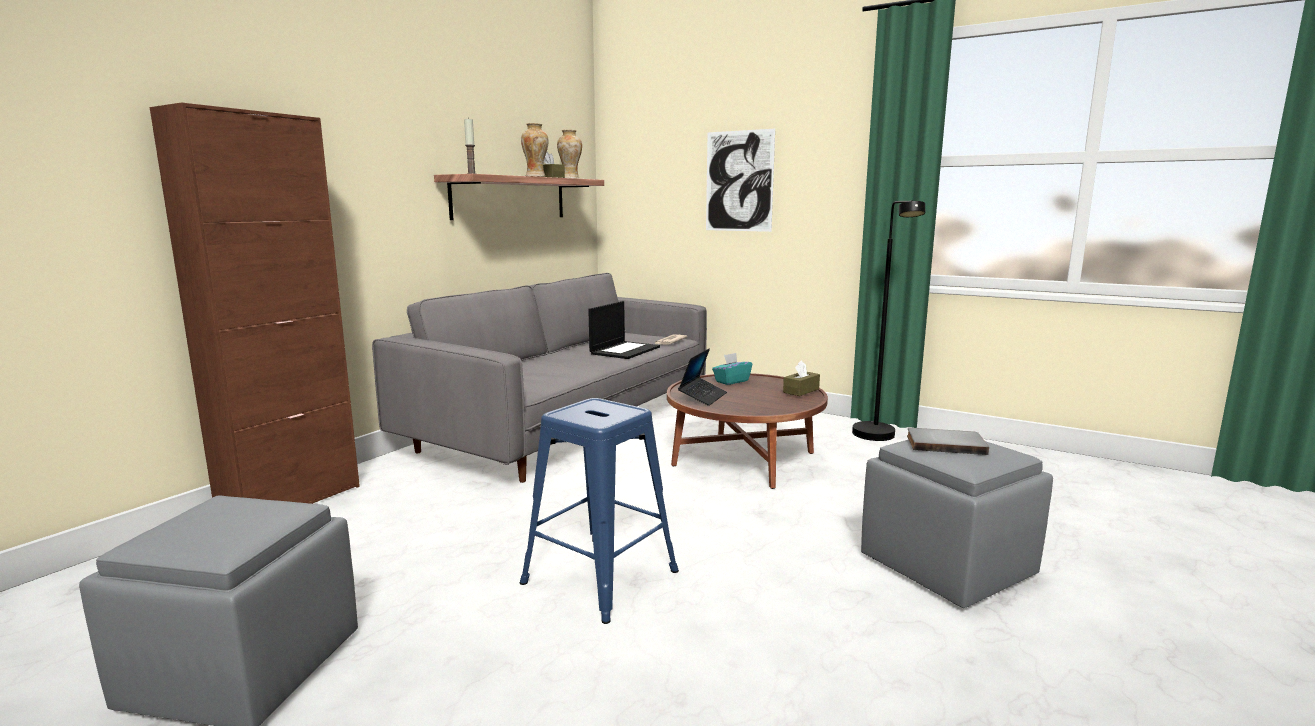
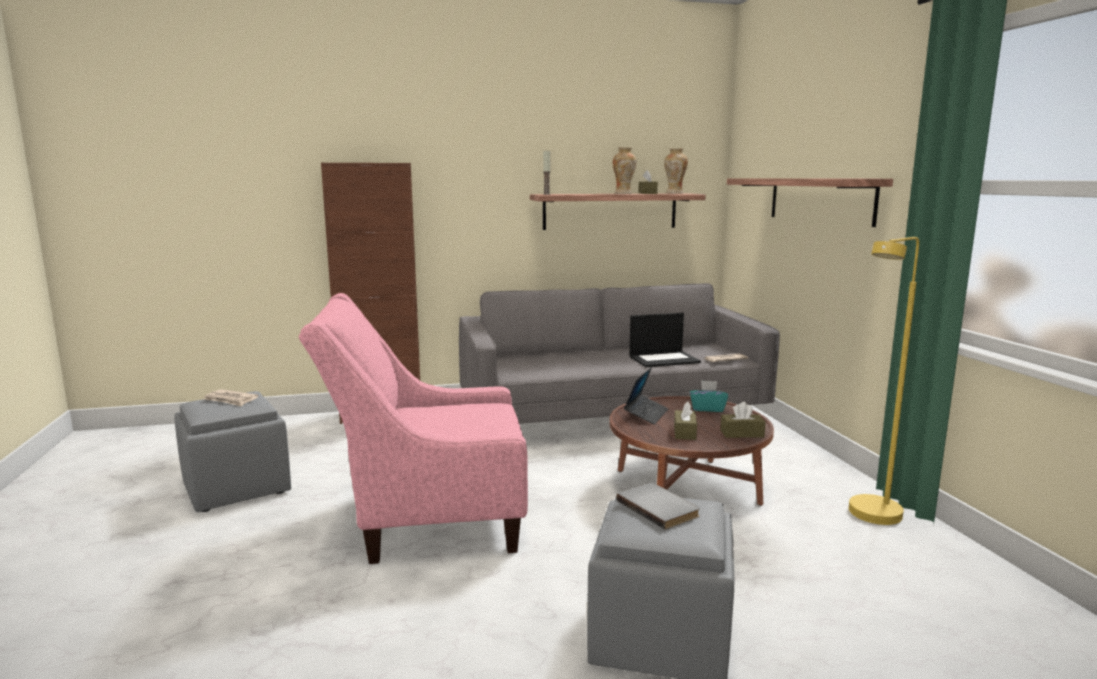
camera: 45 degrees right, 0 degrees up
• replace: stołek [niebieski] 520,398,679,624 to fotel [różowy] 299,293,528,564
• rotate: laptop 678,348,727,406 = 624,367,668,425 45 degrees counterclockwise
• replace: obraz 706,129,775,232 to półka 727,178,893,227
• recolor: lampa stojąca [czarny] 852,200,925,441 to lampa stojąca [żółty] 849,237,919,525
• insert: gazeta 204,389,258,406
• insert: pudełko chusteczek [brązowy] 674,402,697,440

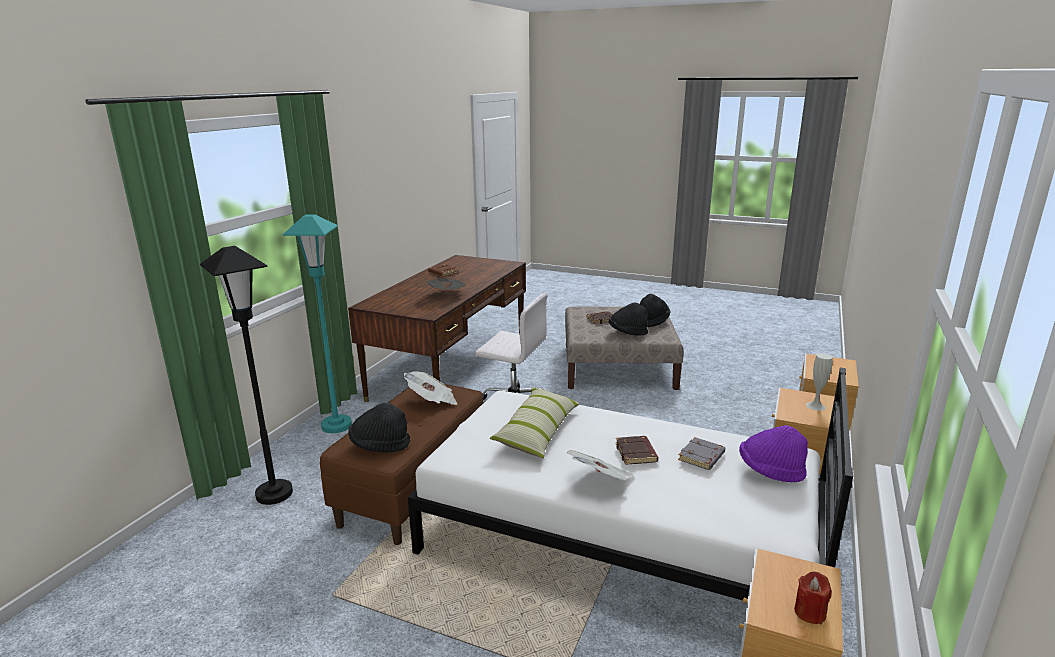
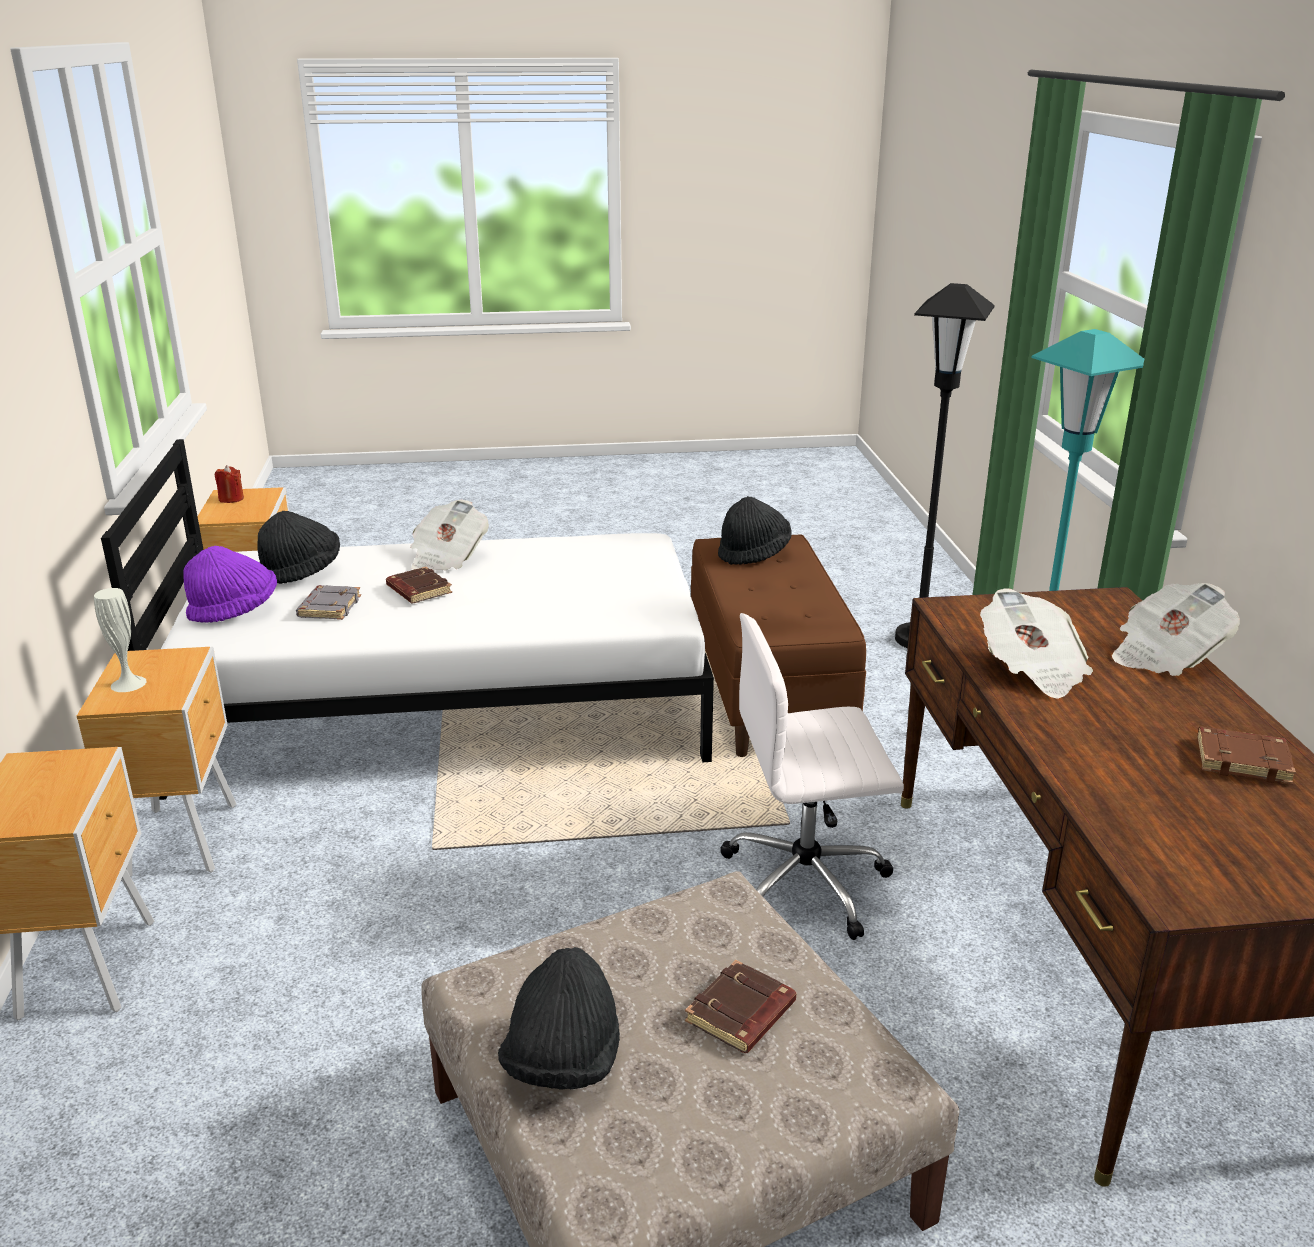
camera: 150 degrees right, 5 degrees up
• move: gazeta 403,371,457,405 to 1112,583,1240,676
• delete: poduszka 490,387,580,458
• move: kapelusz [czarny] 609,302,648,336 to 257,511,340,584

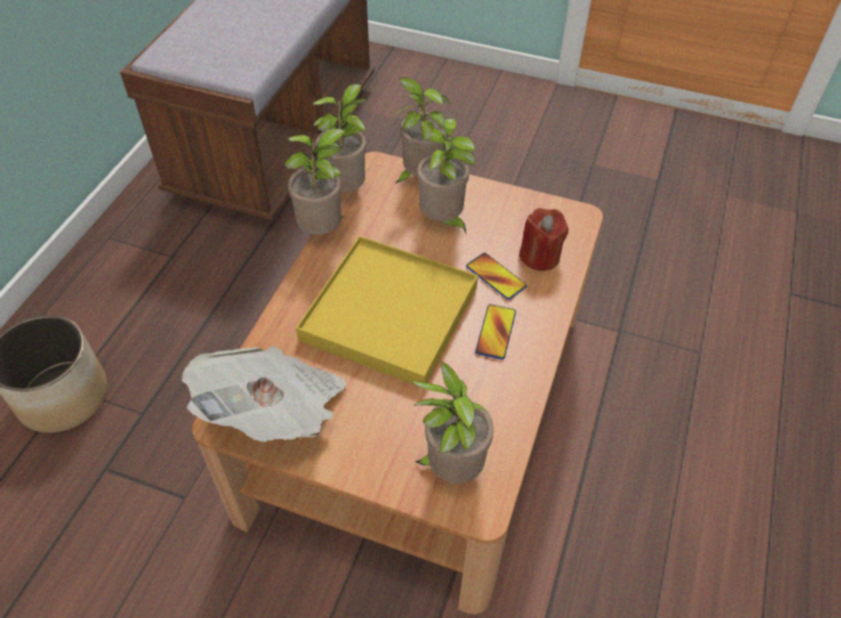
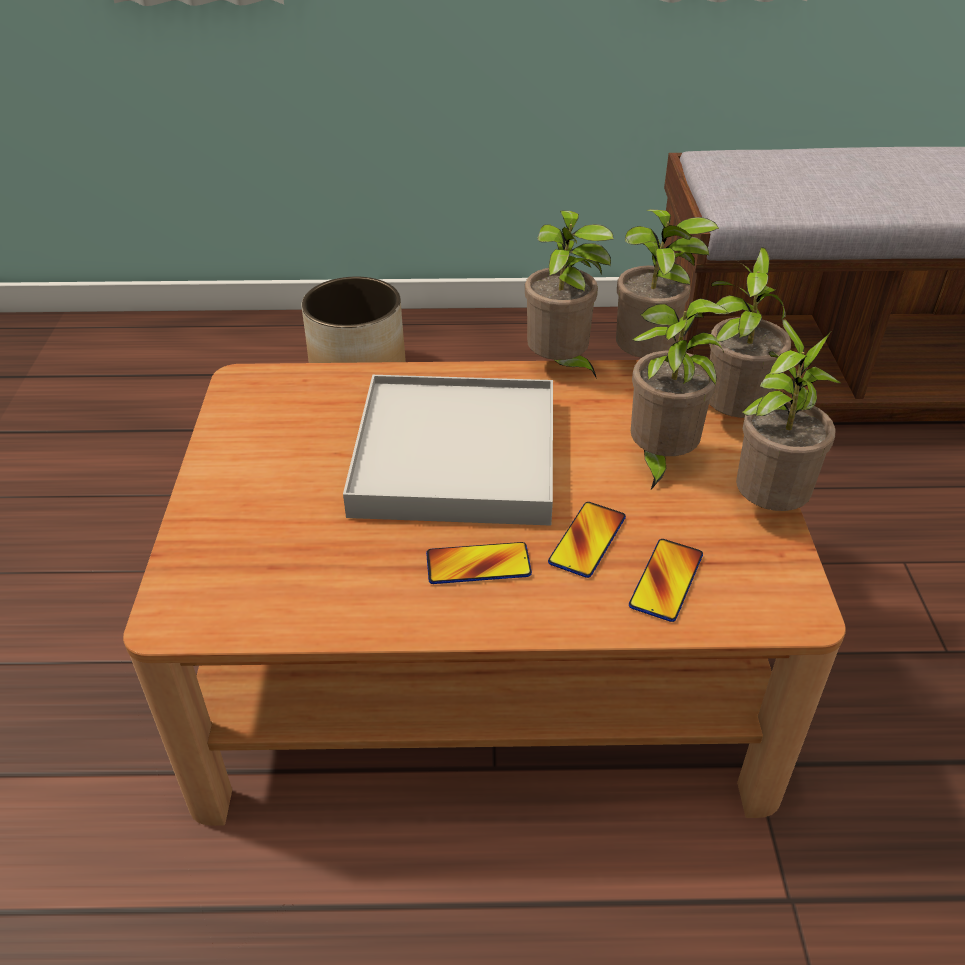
camera: 70 degrees right, 10 degrees down
• delete: gazeta 182,346,346,442
• recolor: taca [żółty] 296,236,478,386 to taca [biały] 343,375,553,525
• move: roślina doniczkowa 411,361,494,484 to 736,319,842,511
• replace: świeca [czerwony] 519,208,568,271 to telefon 629,539,703,622

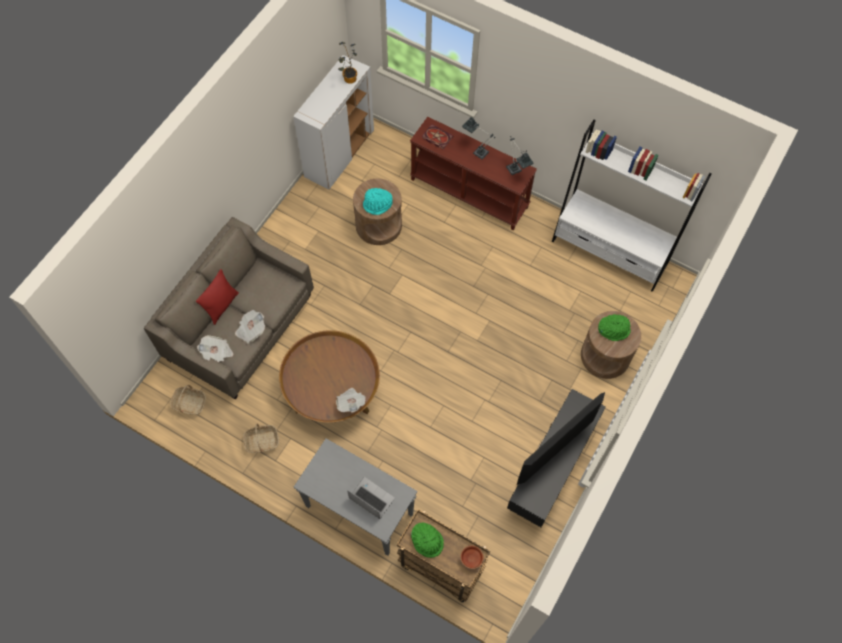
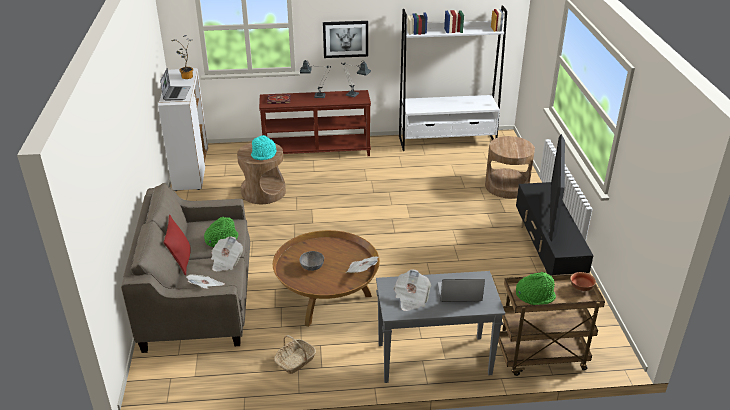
camera: 35 degrees left, 30 degrees down
• delete: koszyk 170,385,206,415
• move: kapelusz [zielony] 598,314,631,341 to 204,217,238,247
• insert: laptop 160,68,191,100
• insert: miska [szary] 299,251,324,271
• insert: obraz 323,21,368,58
• insert: gazeta 394,269,431,311

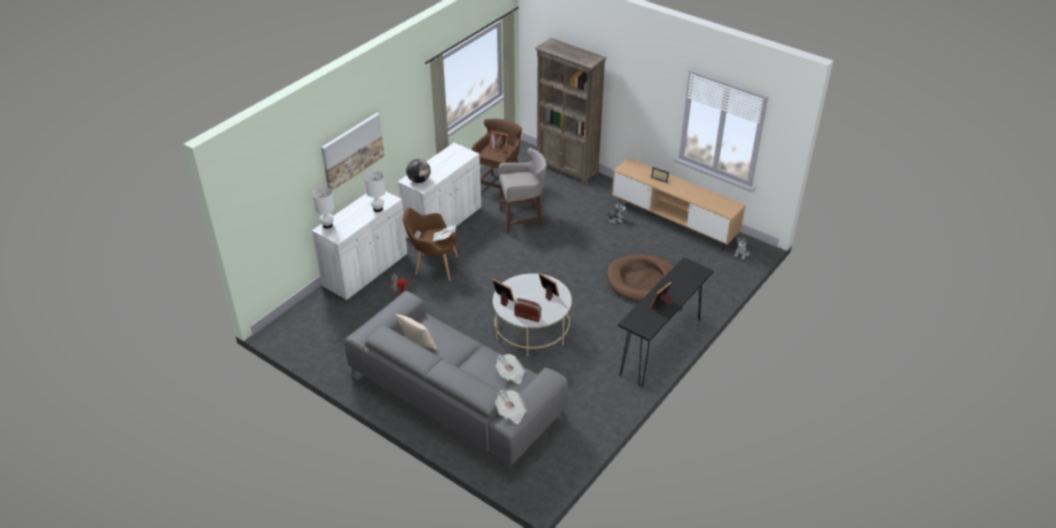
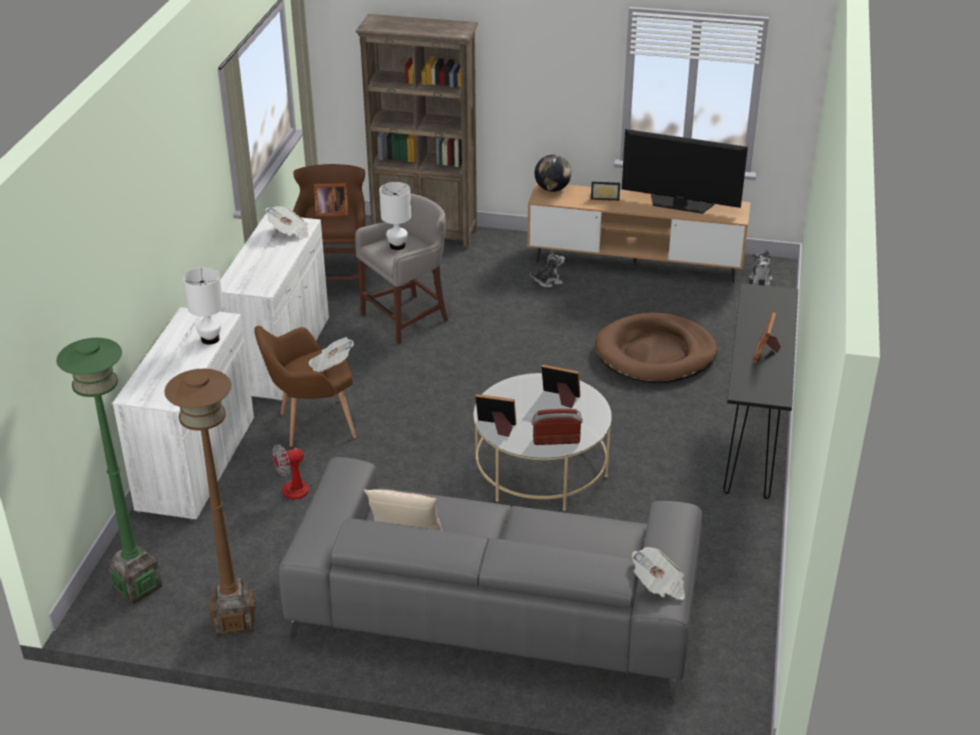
camera: 25 degrees left, 5 degrees down
• move: lampa stołowa [biały] 312,187,335,229 to 379,182,411,250
• delete: obraz 321,113,384,191
• move: globus 406,159,430,183 to 535,155,571,192
• move: gazeta 496,354,525,384 to 265,206,308,238
• insert: lampa stojąca [zielony] 56,338,162,604
• insert: lampa stojąca [brązowy] 164,369,255,637
• insert: telewizor 622,129,748,214

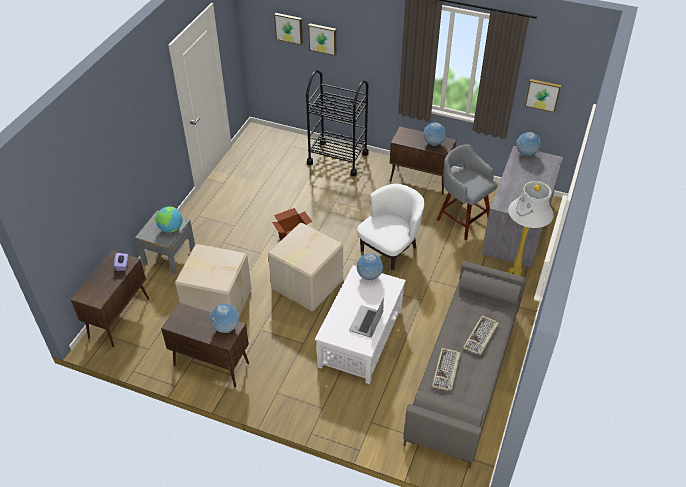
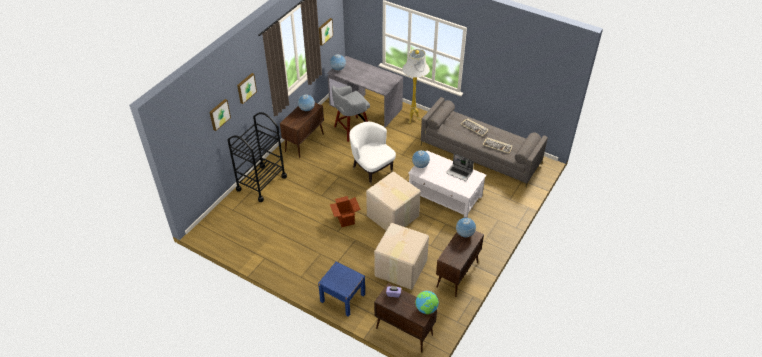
camera: 80 degrees left, 0 degrees up
• recolor: szafka nocna [szary] 135,210,195,274 to szafka nocna [niebieski] 318,261,365,317
• move: globus 156,206,182,233 to 415,291,439,314
• move: obraz 274,13,303,45 to 237,73,257,104

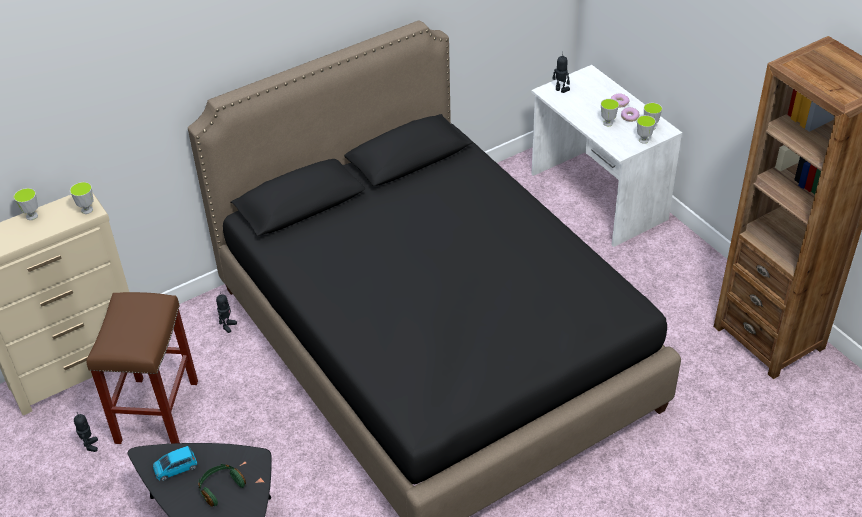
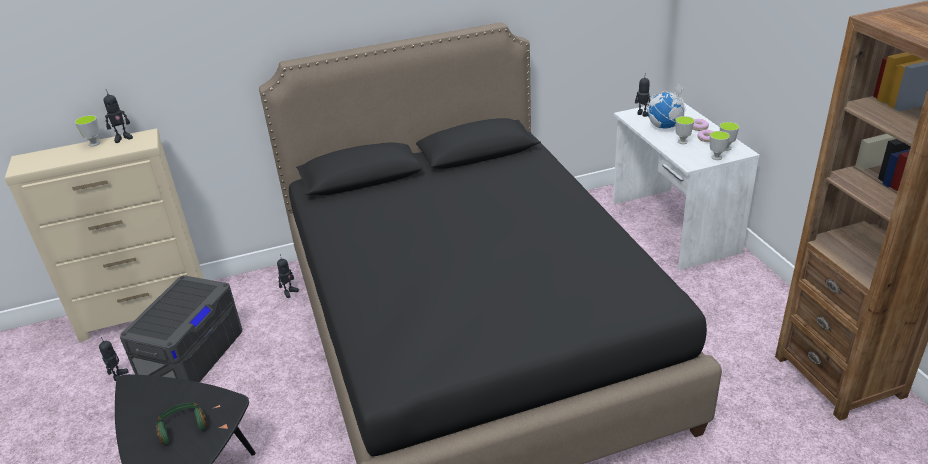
camera: 15 degrees right, 10 degrees down
• delete: filiżanka 70,182,94,214
• replace: stołek [brązowy] 86,292,198,444 to pojemnik do przechowywania [szary] 120,275,242,382
• delete: samochodzik [niebieski] 153,446,197,481
• insert: robot zabawkowy 104,89,133,143
• insert: globus 648,83,686,128

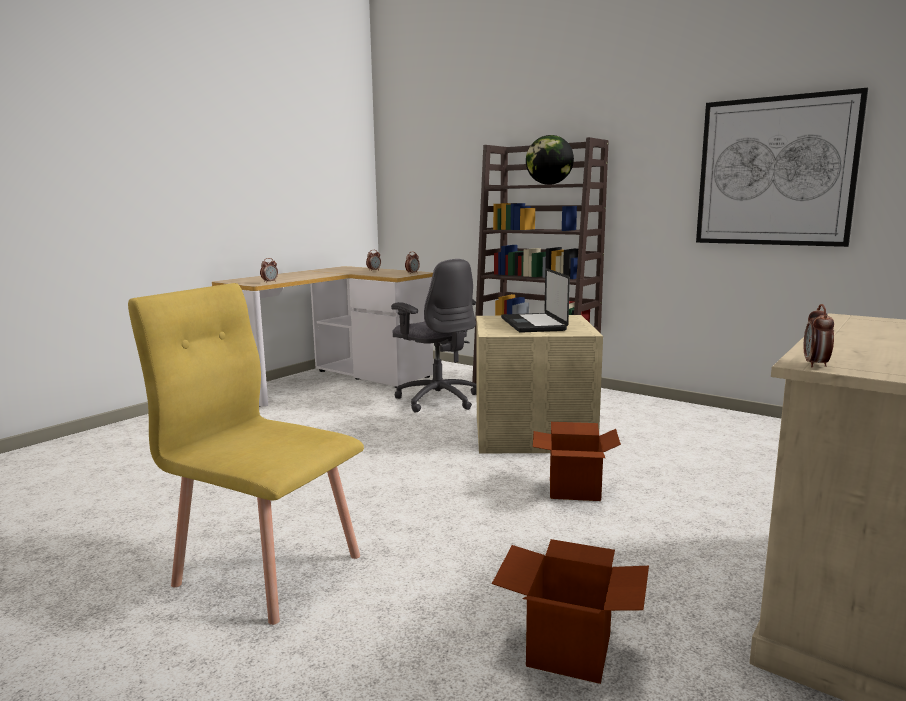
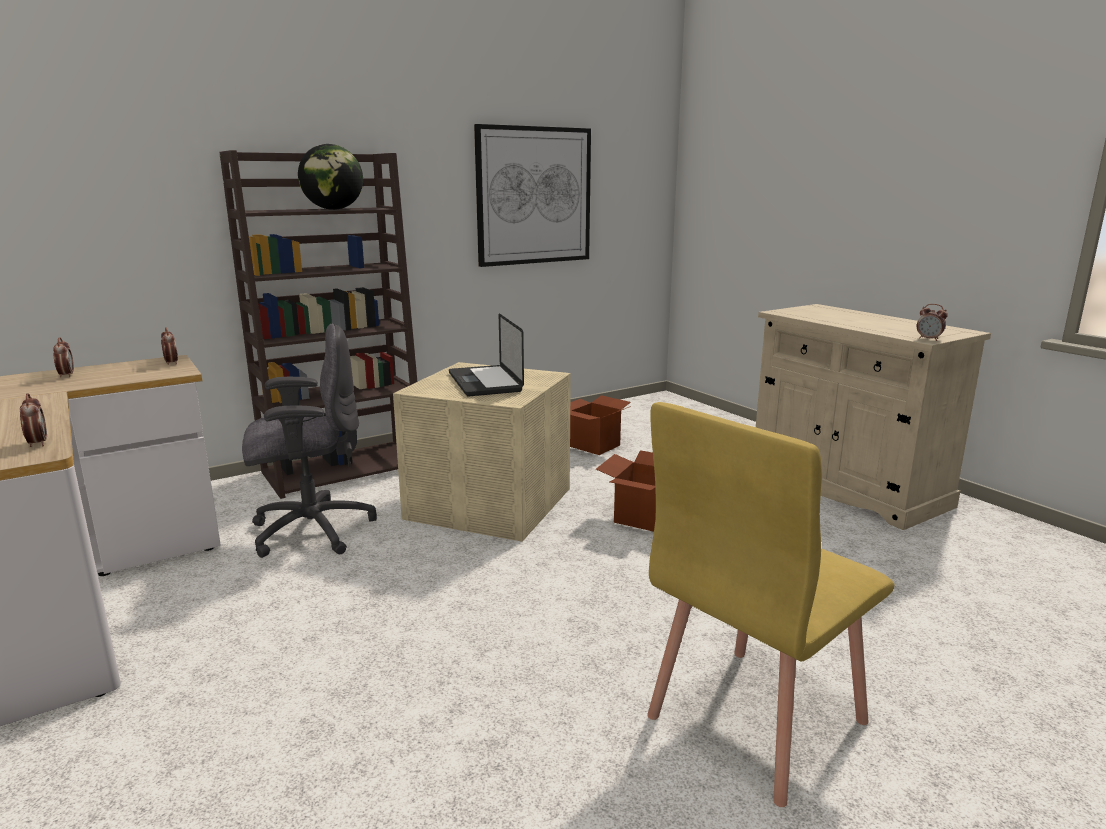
camera: 70 degrees left, 5 degrees up
• move: karton 492,539,649,684 to 570,395,631,455
• rotate: laptop 501,268,570,333 = 449,313,524,396 60 degrees clockwise

